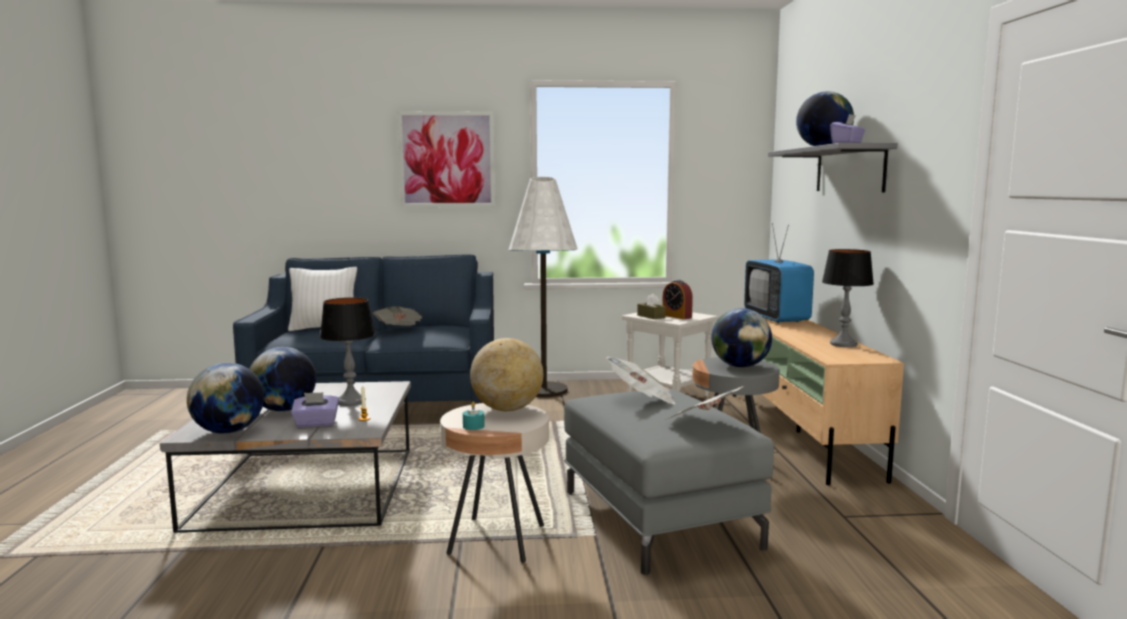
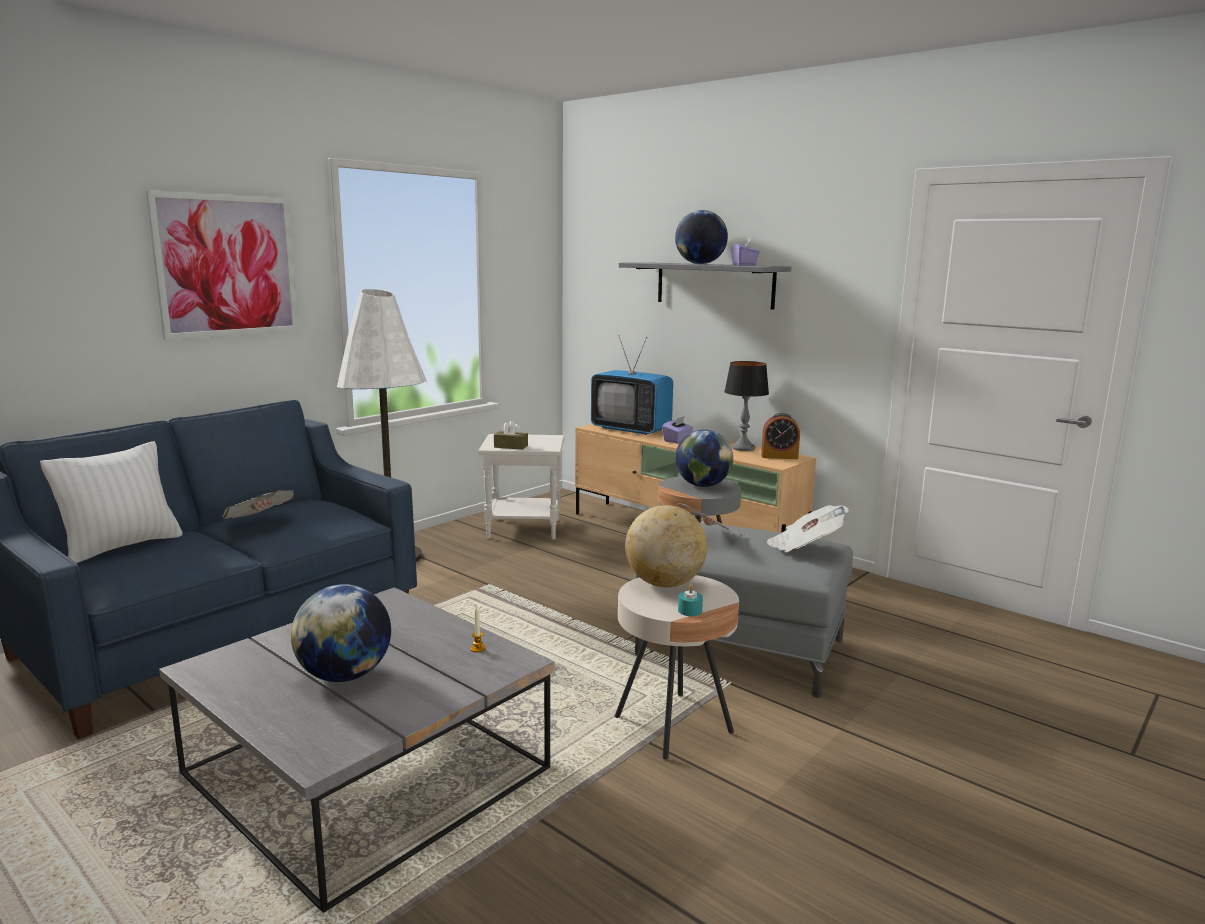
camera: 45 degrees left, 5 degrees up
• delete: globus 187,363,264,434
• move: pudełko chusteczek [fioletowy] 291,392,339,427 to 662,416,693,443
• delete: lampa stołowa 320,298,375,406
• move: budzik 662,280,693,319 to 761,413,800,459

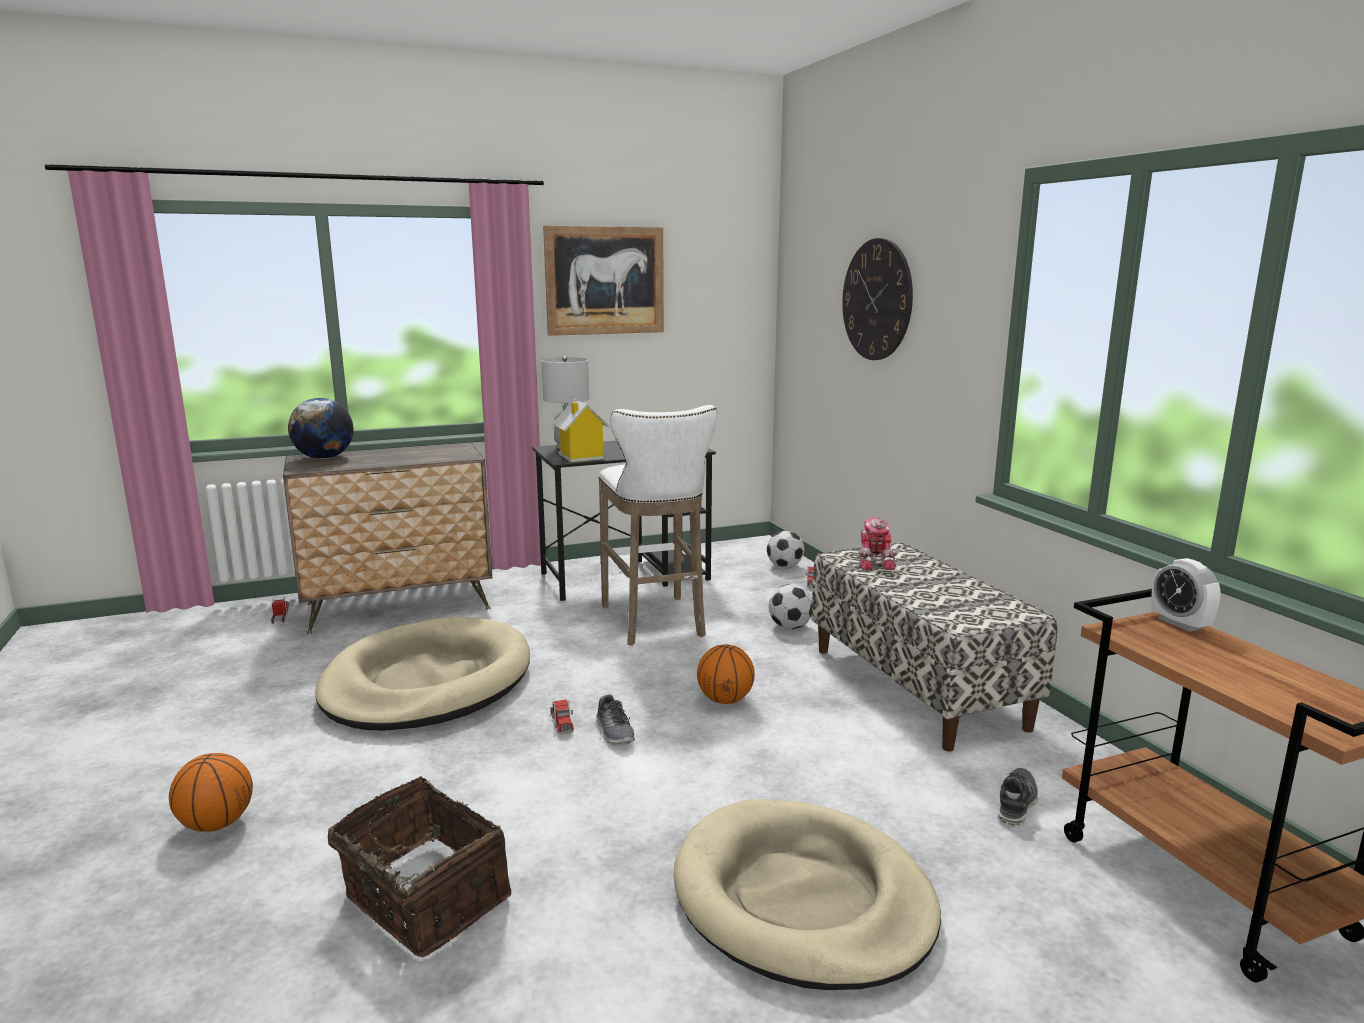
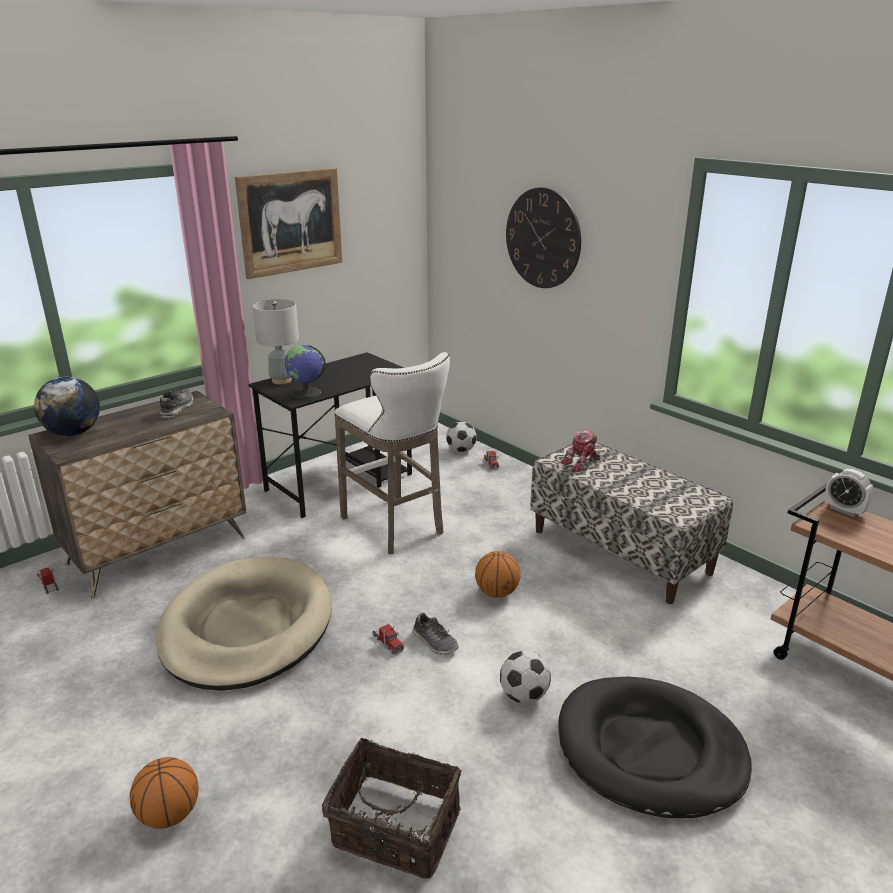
camera: 20 degrees left, 10 degrees up
• replace: domek 552,399,610,462 to globus 285,345,326,399
• recolor: legowisko [beżowy] 674,799,941,990 to legowisko [czarny] 558,677,752,818
• move: piłka futbolowa 769,584,812,629 to 500,651,551,703
• rotate: robot zabawkowy 858,518,896,570 = 561,429,600,472 75 degrees clockwise
• move: but 997,768,1038,827 to 160,389,193,418

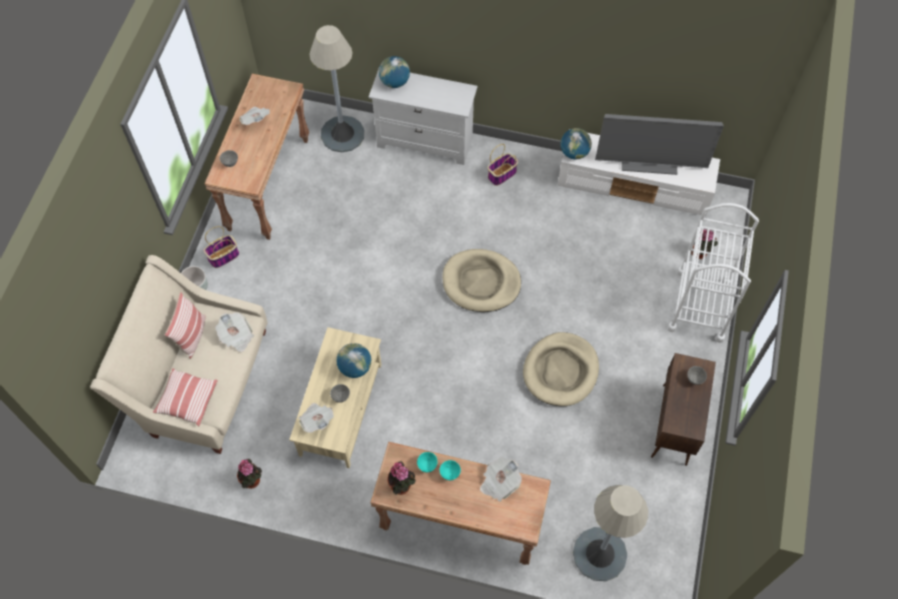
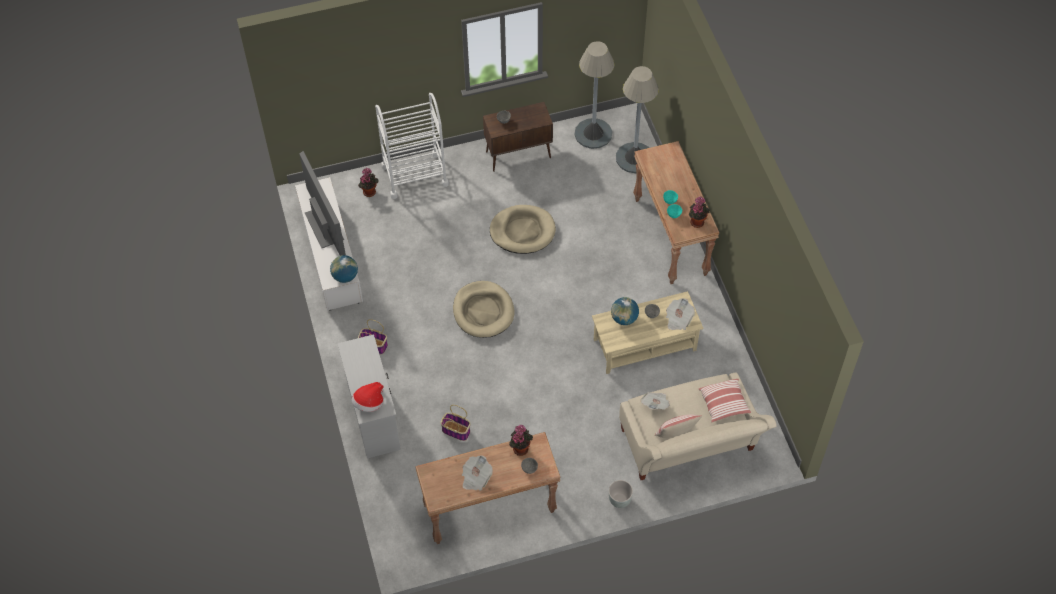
camera: 120 degrees left, 5 degrees down
• move: koszyk 204,226,239,268 to 440,405,470,441
• move: roślina doniczkowa 237,459,262,489 to 509,424,533,456
• move: lampa stojąca [szary] 309,25,364,152 to 575,41,614,149
• replace: globus 379,56,410,88 to kapelusz 352,382,384,412
• delete: gazeta 480,457,522,502

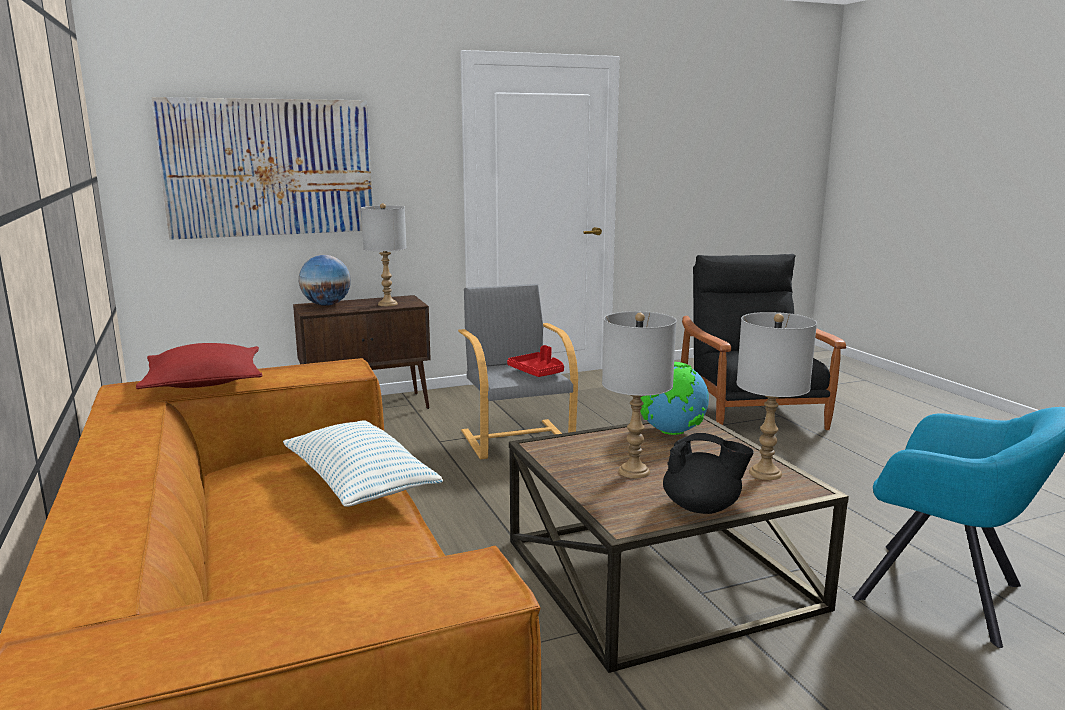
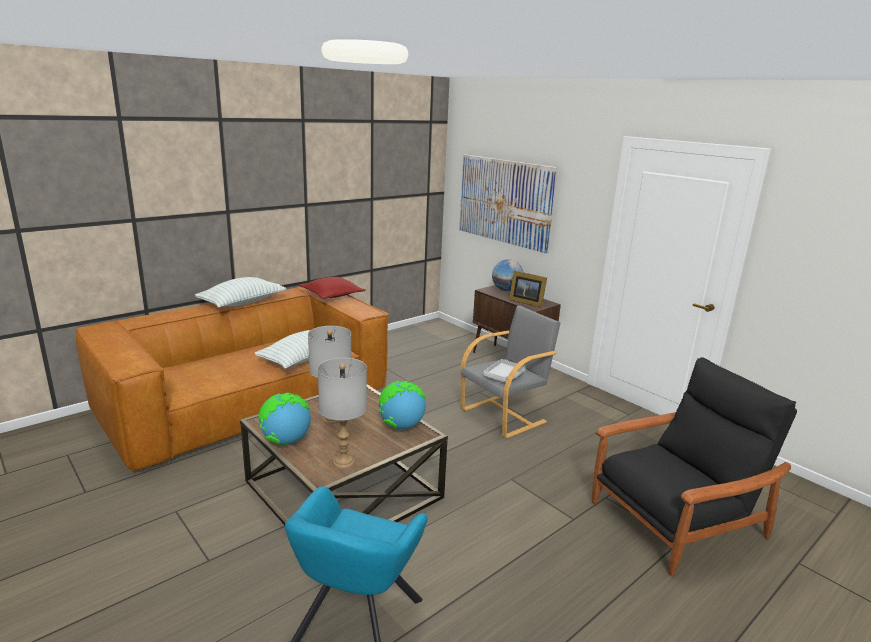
camera: 70 degrees right, 5 degrees up
• replace: lampa stołowa [szary] 361,203,406,306 to ramka na zdjęcie 509,271,547,308
• recolor: taca [czerwony] 507,345,564,377 to taca [szary] 483,359,526,382
• replace: imbryk [czarny] 663,433,754,514 to globus 258,393,311,445
• insert: poduszka 195,277,286,308

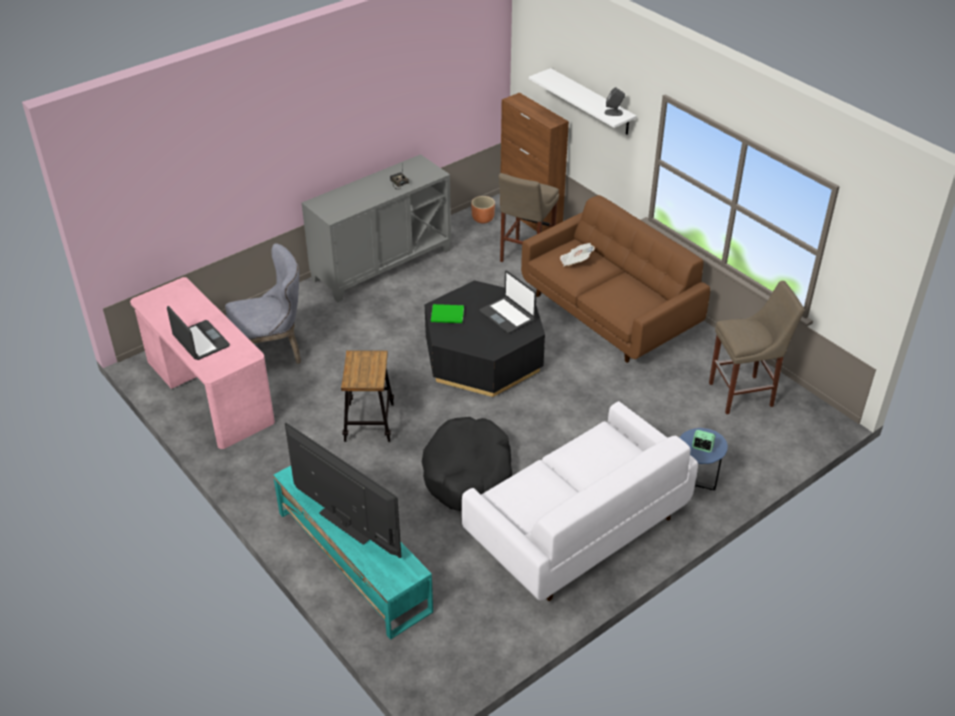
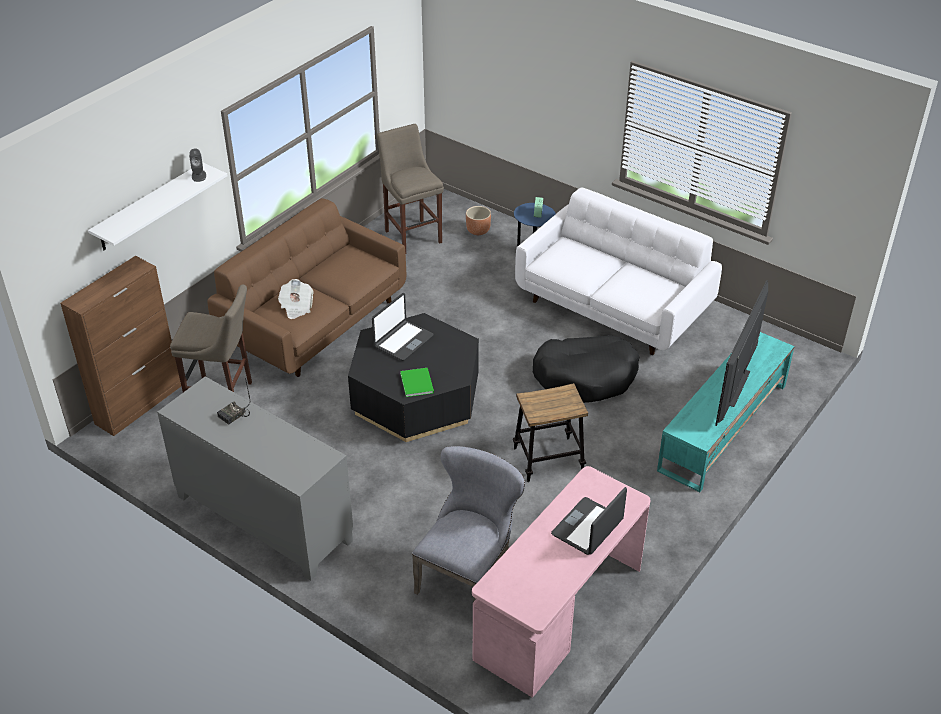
camera: 105 degrees left, 0 degrees up
• rotate: krzesło [szary] 225,243,301,364 = 412,446,525,602 60 degrees clockwise
• move: donica [brązowy] 471,196,495,224 to 466,206,491,235

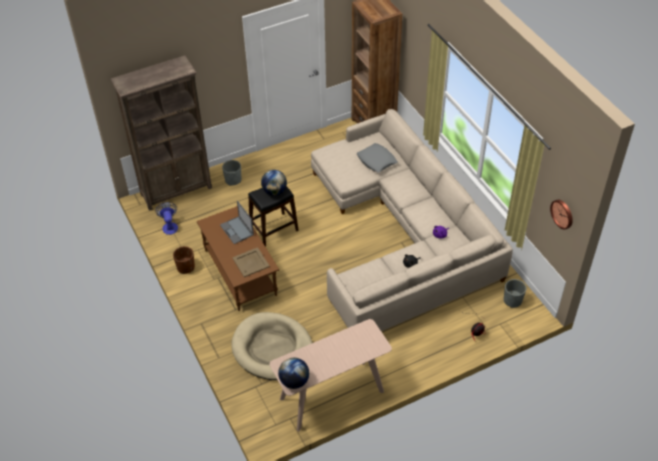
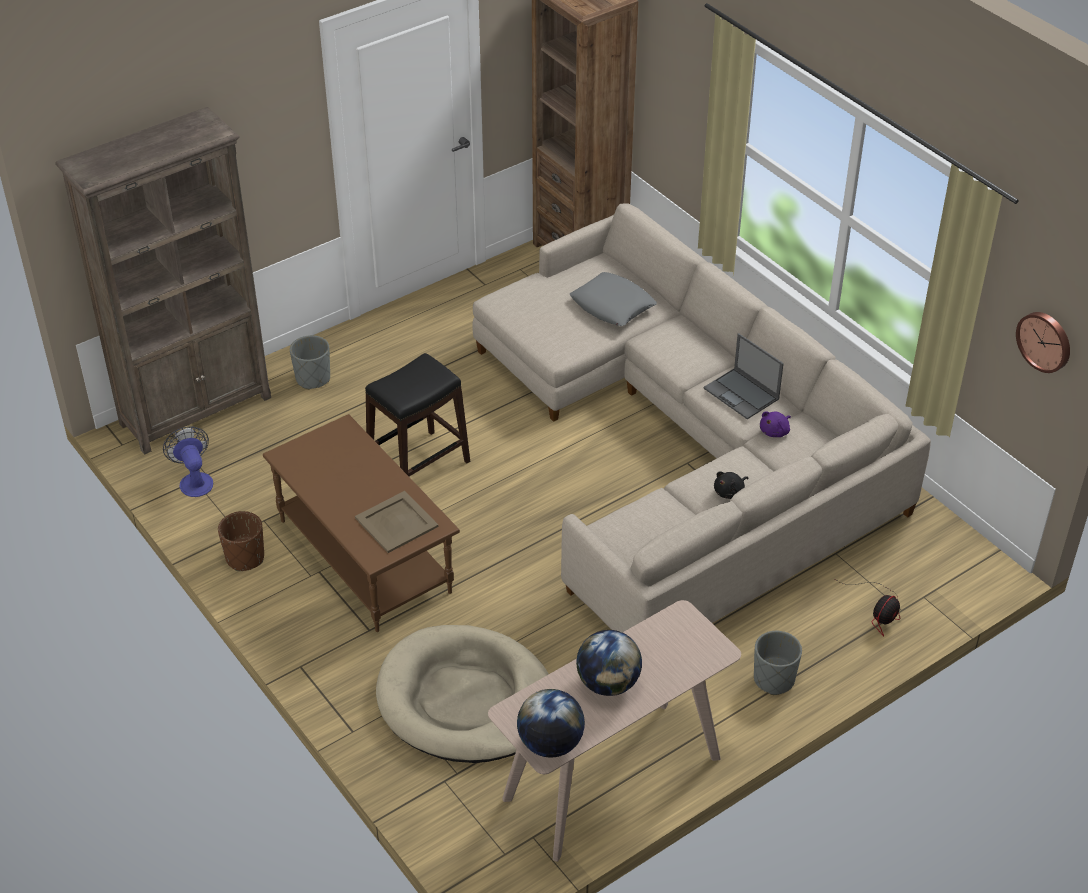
camera: 10 degrees left, 5 degrees down
• move: laptop 220,201,254,244 to 703,333,784,419
• move: globus 261,170,287,195 to 576,630,642,696
• move: donica [szary] 504,279,526,308 to 754,631,802,695

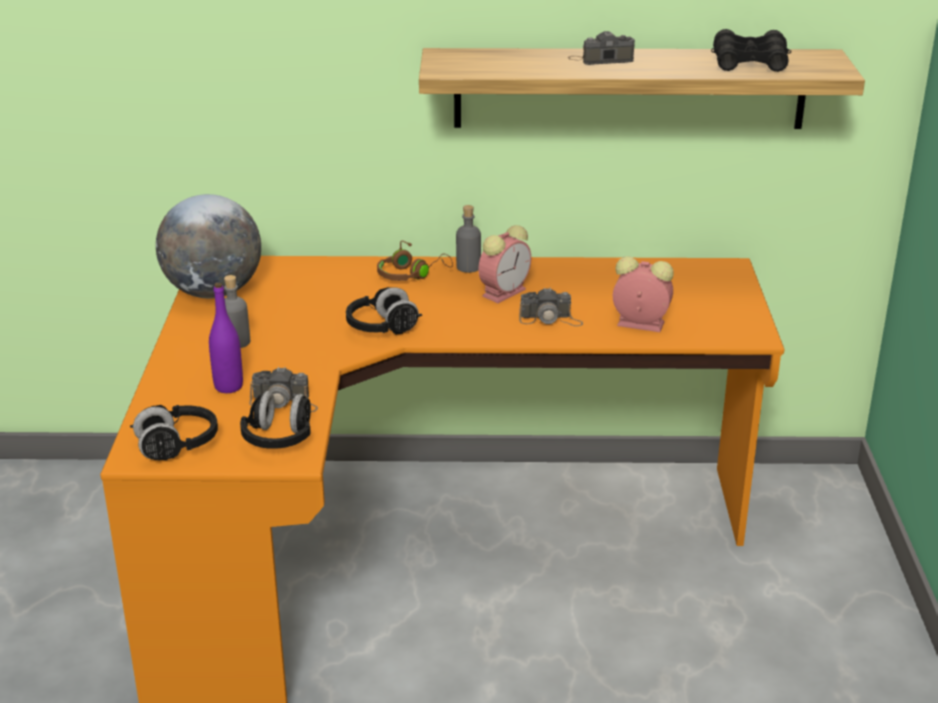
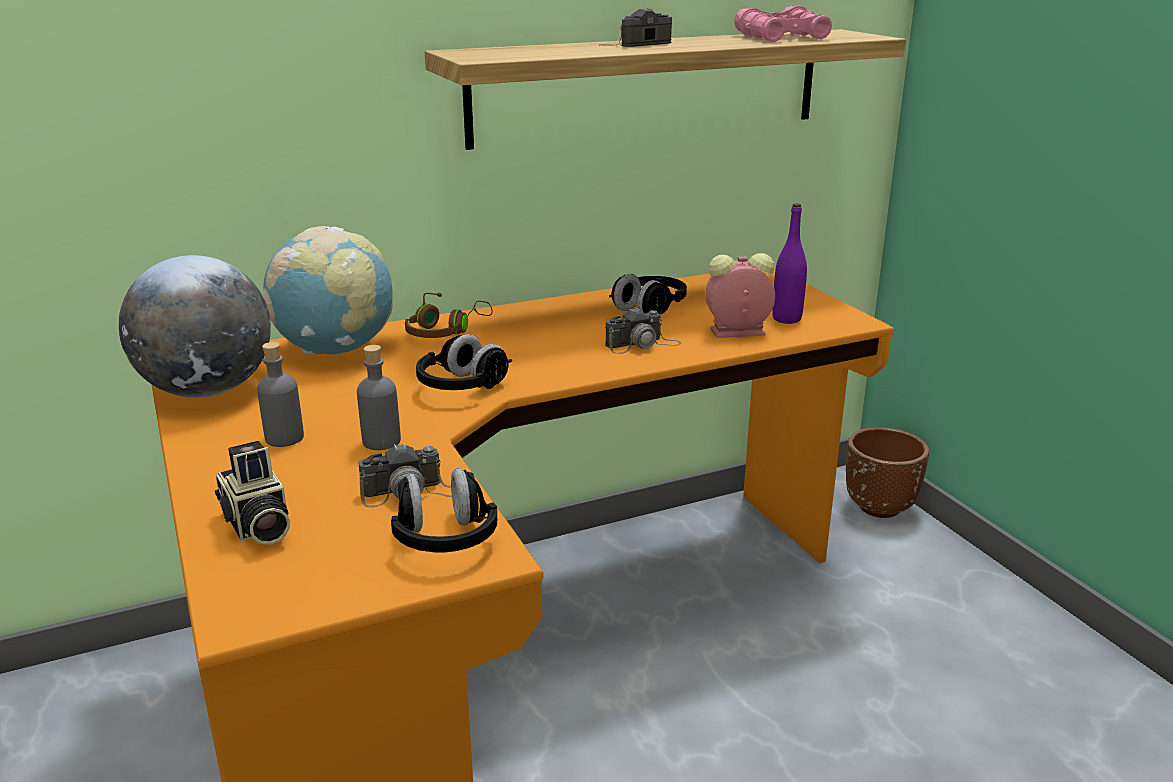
camera: 25 degrees left, 5 degrees down
• move: słuchawki [czarny] 130,405,218,460 to 609,274,687,314
• move: butelka [fioletowy] 209,283,243,393 to 772,203,807,324
• move: butelka [szary] 456,205,481,273 to 357,345,401,450
• delete: budzik 478,225,531,303
• recolor: lornetka [czarny] 711,29,791,72 to lornetka [różowy] 734,6,832,42
• insert: aparat fotograficzny 215,441,290,545
• insert: globus 262,226,393,355
• insert: donica [brązowy] 846,427,929,518

